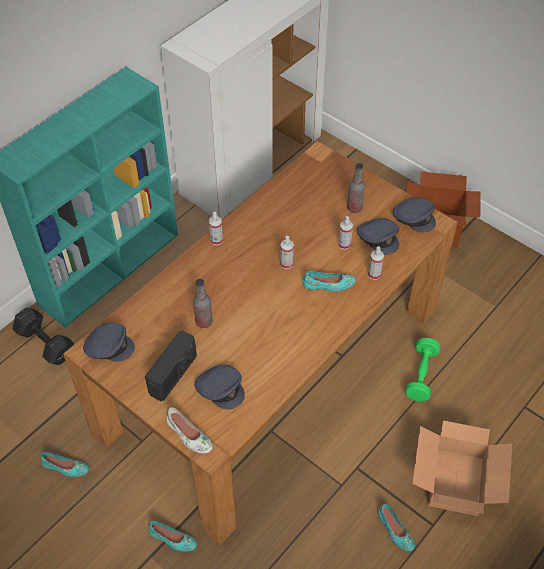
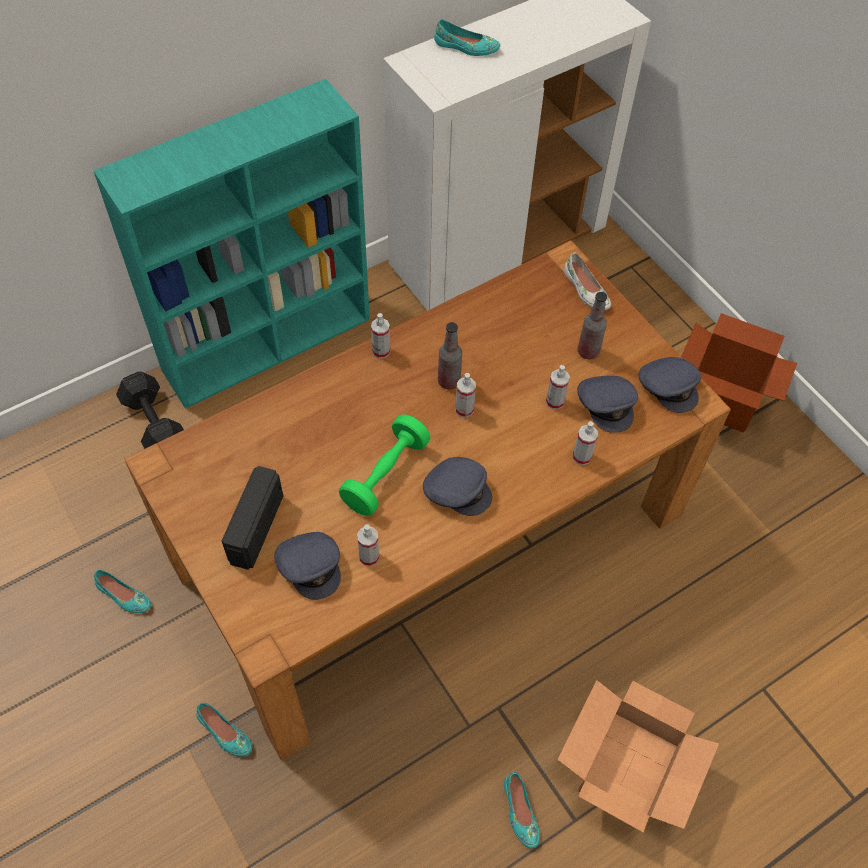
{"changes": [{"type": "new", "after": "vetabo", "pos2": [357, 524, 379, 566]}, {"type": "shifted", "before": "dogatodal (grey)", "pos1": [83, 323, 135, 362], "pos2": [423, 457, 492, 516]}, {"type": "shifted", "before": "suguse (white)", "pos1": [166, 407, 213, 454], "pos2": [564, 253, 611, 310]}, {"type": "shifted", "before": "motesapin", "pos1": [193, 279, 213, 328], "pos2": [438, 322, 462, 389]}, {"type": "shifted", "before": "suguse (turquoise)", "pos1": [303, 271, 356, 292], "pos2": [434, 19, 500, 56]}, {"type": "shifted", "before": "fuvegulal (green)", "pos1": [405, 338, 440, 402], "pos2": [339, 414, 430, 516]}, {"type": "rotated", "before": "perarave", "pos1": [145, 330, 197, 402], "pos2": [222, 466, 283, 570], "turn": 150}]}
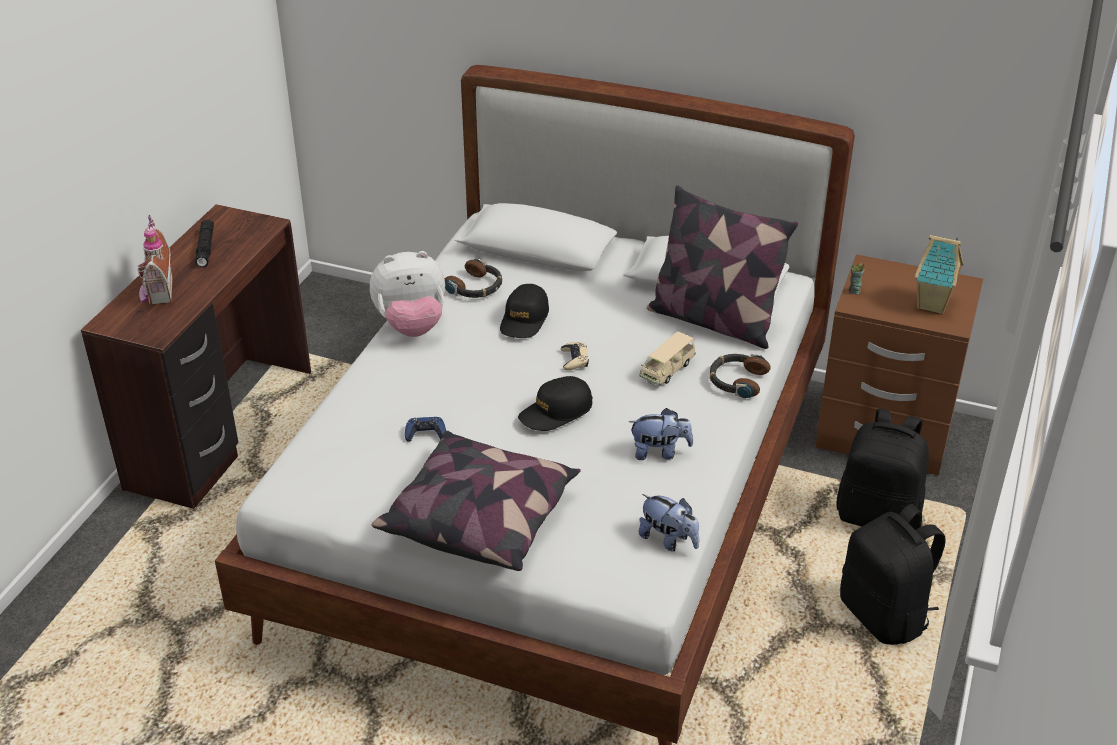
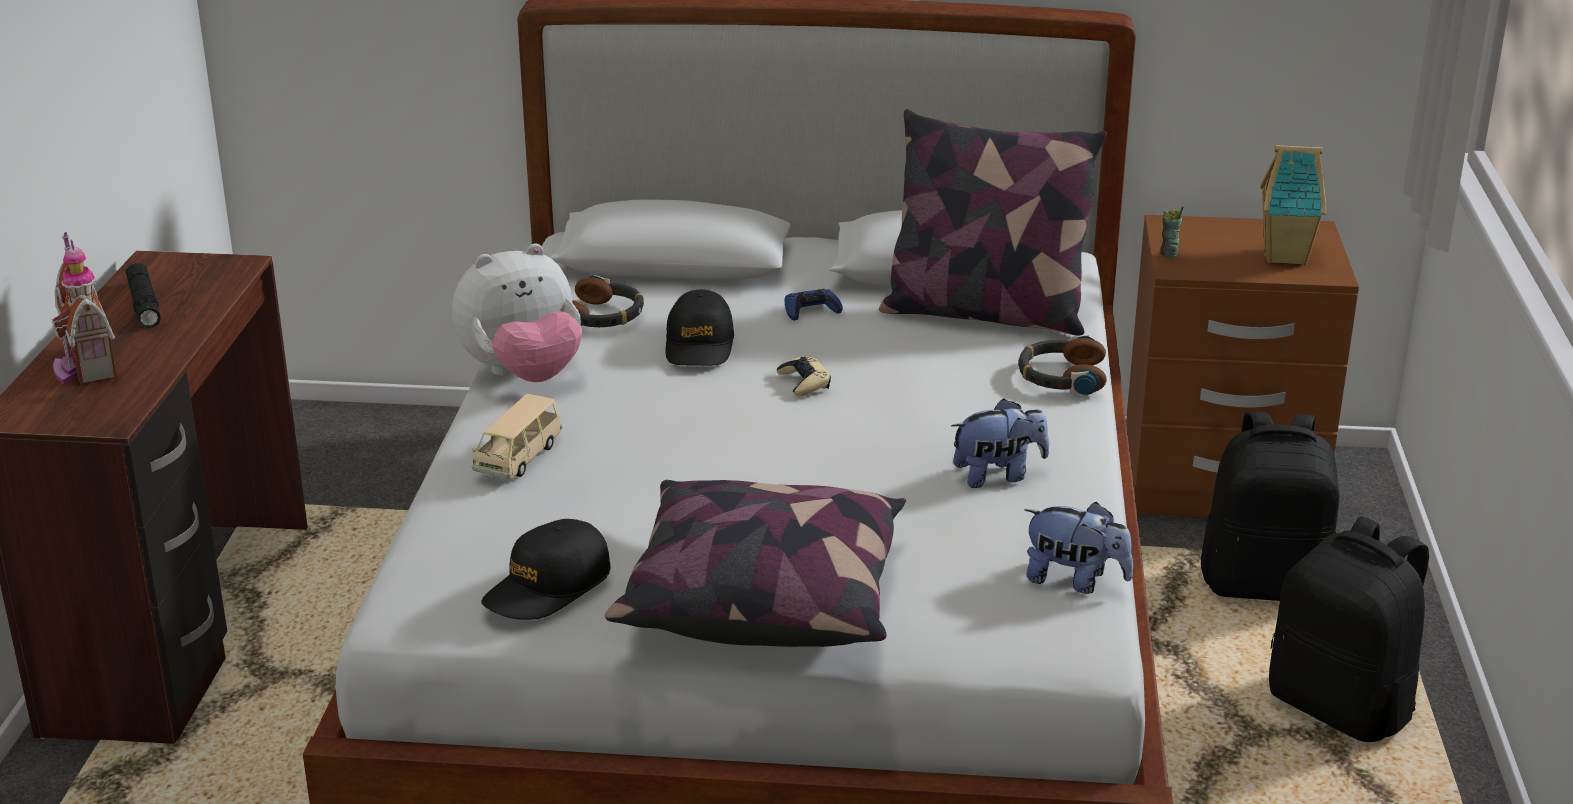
{"changes": [{"type": "shifted", "before": "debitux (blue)", "pos1": [405, 417, 446, 442], "pos2": [785, 289, 843, 320]}, {"type": "shifted", "before": "dogatodal (black)", "pos1": [518, 376, 593, 431], "pos2": [481, 519, 611, 620]}, {"type": "shifted", "before": "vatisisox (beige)", "pos1": [639, 331, 696, 386], "pos2": [472, 394, 562, 479]}]}
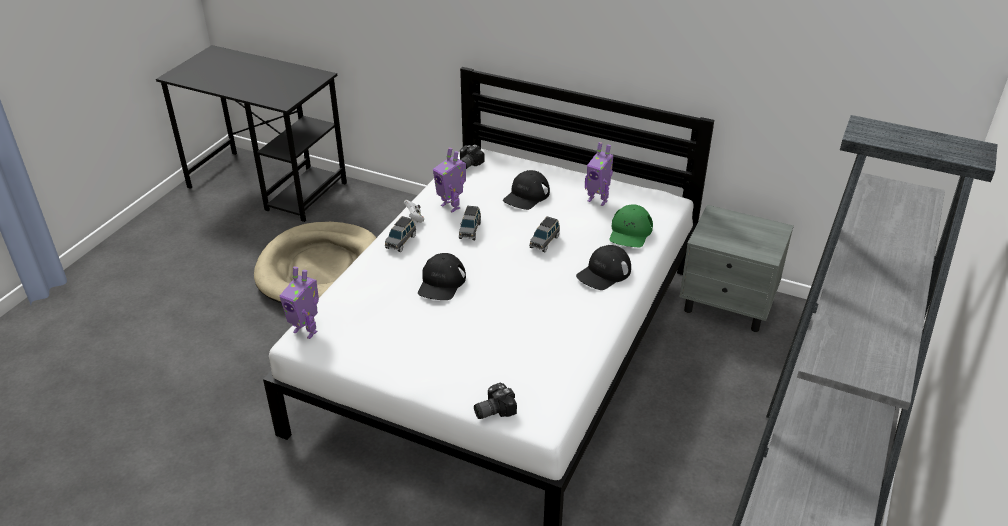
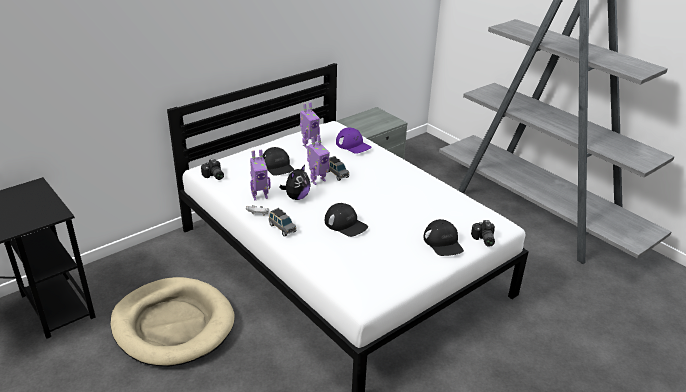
{"changes": [{"type": "shifted", "before": "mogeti", "pos1": [280, 266, 319, 339], "pos2": [307, 135, 330, 185]}, {"type": "shifted", "before": "dogatodal (black)", "pos1": [576, 245, 631, 290], "pos2": [423, 219, 464, 256]}, {"type": "swapped", "before": "vatisisox (grey)", "after": "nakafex", "pos1": [459, 205, 481, 240], "pos2": [279, 165, 311, 200]}, {"type": "repainted", "before": "dogatodal (green)", "after": "dogatodal (purple)", "pos1": [609, 204, 653, 247], "pos2": [336, 128, 371, 154]}]}
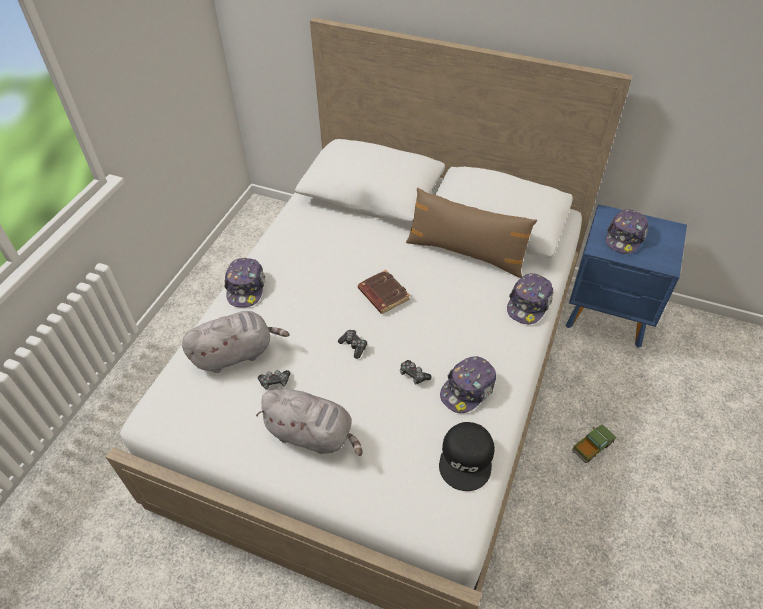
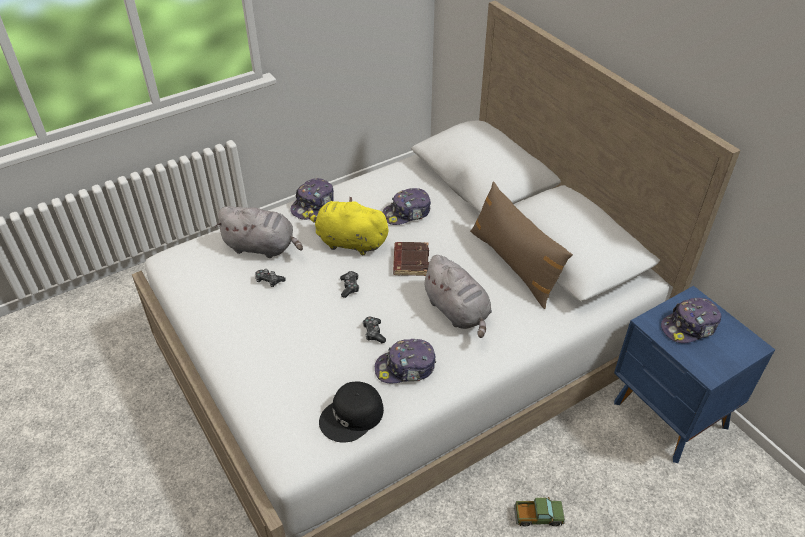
{"changes": [{"type": "new", "after": "nakafex (yellow)", "pos2": [307, 196, 390, 255]}, {"type": "shifted", "before": "nakafex (grey)", "pos1": [256, 389, 363, 456], "pos2": [421, 255, 492, 338]}, {"type": "shifted", "before": "dogatodal", "pos1": [507, 273, 553, 324], "pos2": [382, 188, 431, 225]}]}
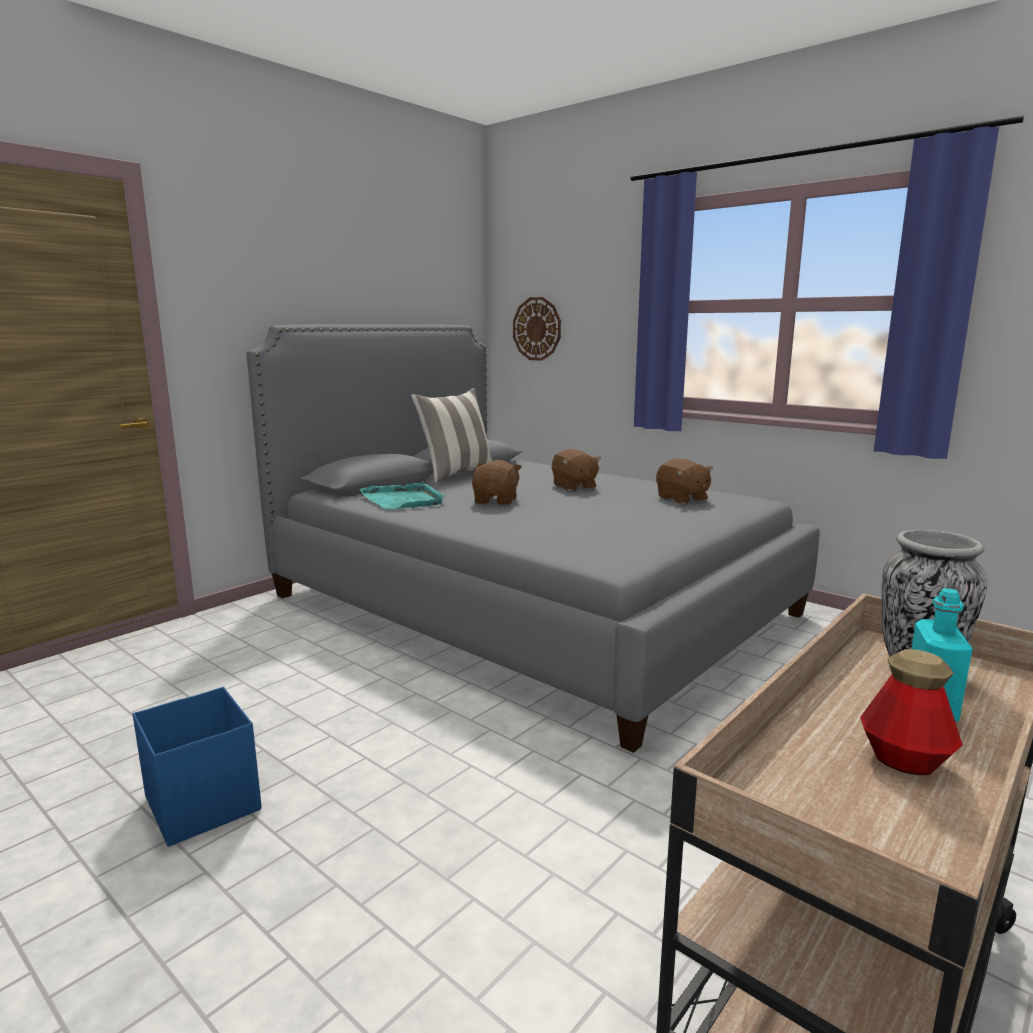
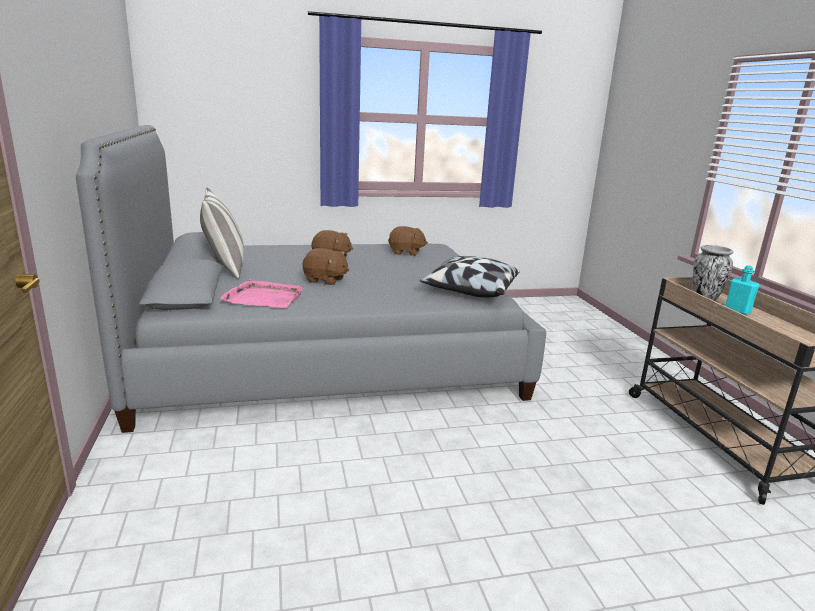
{"changes": [{"type": "gone", "before": "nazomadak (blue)", "pos1": [133, 687, 262, 847]}, {"type": "gone", "before": "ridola", "pos1": [513, 297, 561, 361]}, {"type": "gone", "before": "motesapin", "pos1": [860, 649, 963, 775]}, {"type": "new", "after": "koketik", "pos2": [420, 256, 520, 297]}, {"type": "repainted", "before": "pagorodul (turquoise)", "after": "pagorodul (pink)", "pos1": [359, 482, 445, 509], "pos2": [220, 279, 304, 308]}, {"type": "rotated", "before": "nakafex (brown)", "pos1": [472, 460, 522, 505], "pos2": [303, 248, 349, 285], "turn": 150}]}
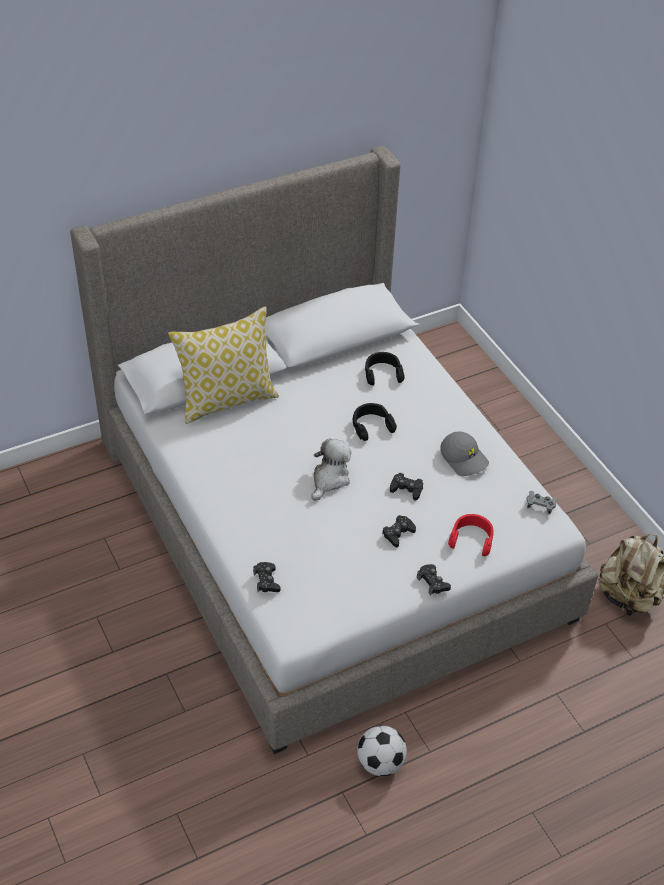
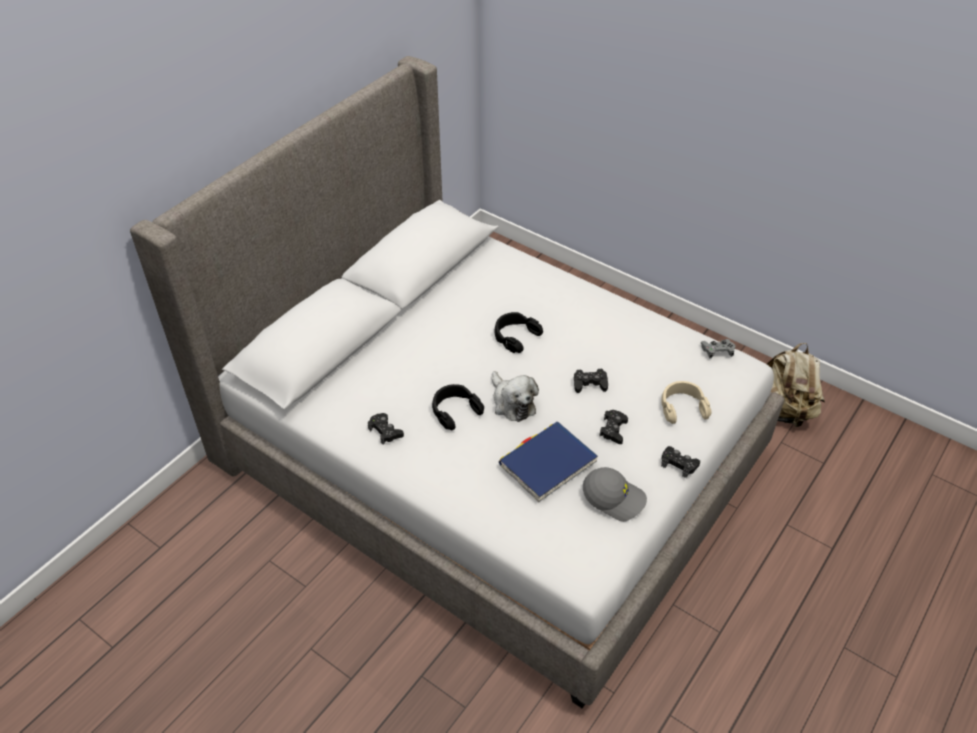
{"changes": [{"type": "gone", "before": "koketik", "pos1": [168, 306, 279, 424]}, {"type": "gone", "before": "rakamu", "pos1": [357, 726, 407, 776]}, {"type": "new", "after": "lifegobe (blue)", "pos2": [499, 422, 598, 502]}, {"type": "shifted", "before": "debitux (black)", "pos1": [253, 562, 280, 592], "pos2": [368, 413, 404, 445]}, {"type": "shifted", "before": "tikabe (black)", "pos1": [365, 352, 405, 386], "pos2": [432, 384, 484, 430]}, {"type": "shifted", "before": "dogatodal (grey)", "pos1": [440, 431, 489, 476], "pos2": [583, 467, 647, 522]}, {"type": "repainted", "before": "tikabe (red)", "after": "tikabe (beige)", "pos1": [448, 514, 494, 556], "pos2": [661, 381, 712, 424]}, {"type": "rotated", "before": "nakafex", "pos1": [311, 438, 351, 501], "pos2": [492, 371, 539, 422], "turn": 150}]}
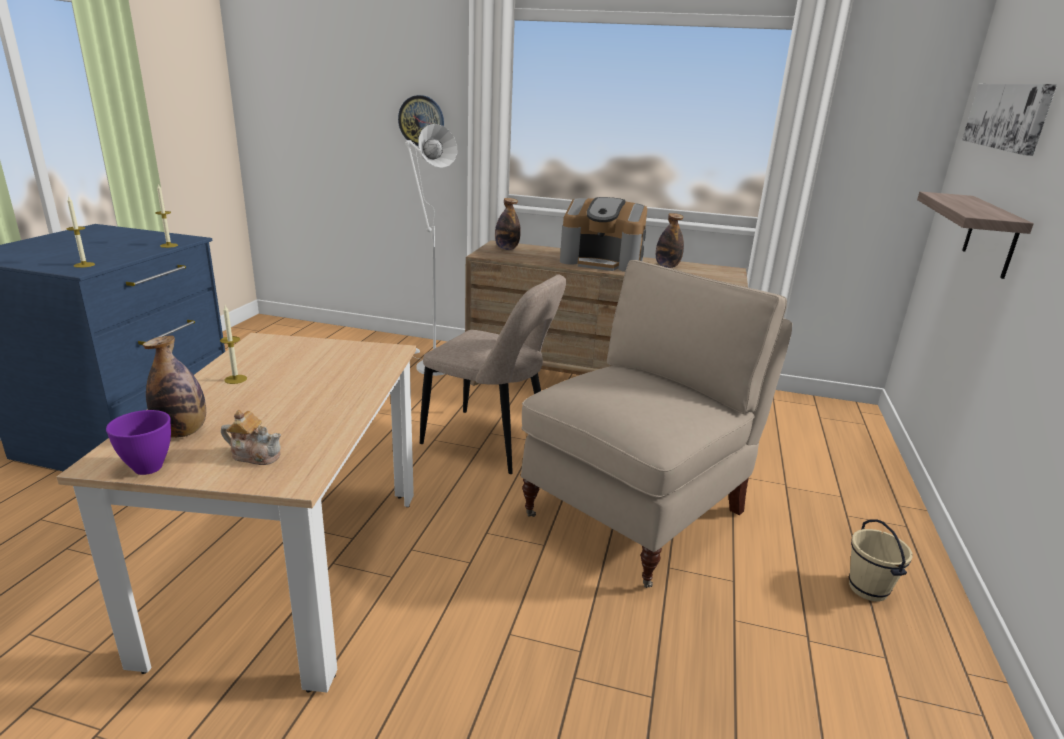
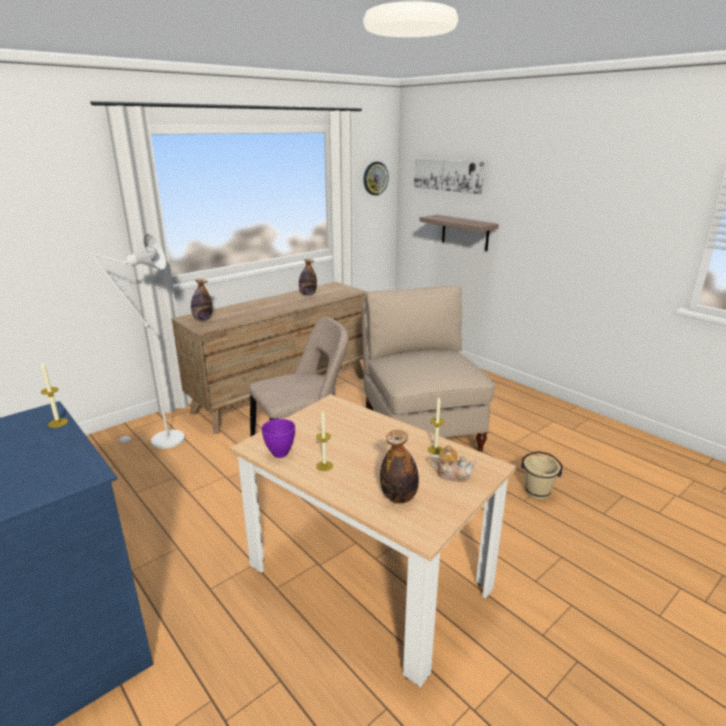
{"changes": [{"type": "gone", "before": "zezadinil", "pos1": [560, 197, 647, 272]}, {"type": "shifted", "before": "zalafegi", "pos1": [67, 197, 95, 268], "pos2": [428, 398, 445, 455]}, {"type": "shifted", "before": "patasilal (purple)", "pos1": [106, 410, 171, 475], "pos2": [261, 419, 295, 458]}, {"type": "shifted", "before": "ridola", "pos1": [398, 95, 444, 146], "pos2": [363, 162, 389, 195]}, {"type": "shifted", "before": "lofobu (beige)", "pos1": [849, 520, 913, 602], "pos2": [521, 451, 563, 500]}, {"type": "rotated", "before": "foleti", "pos1": [221, 410, 281, 465], "pos2": [431, 445, 476, 482], "turn": 60}]}
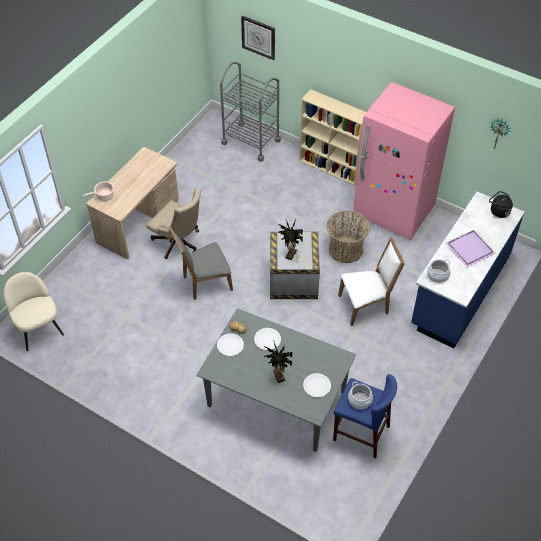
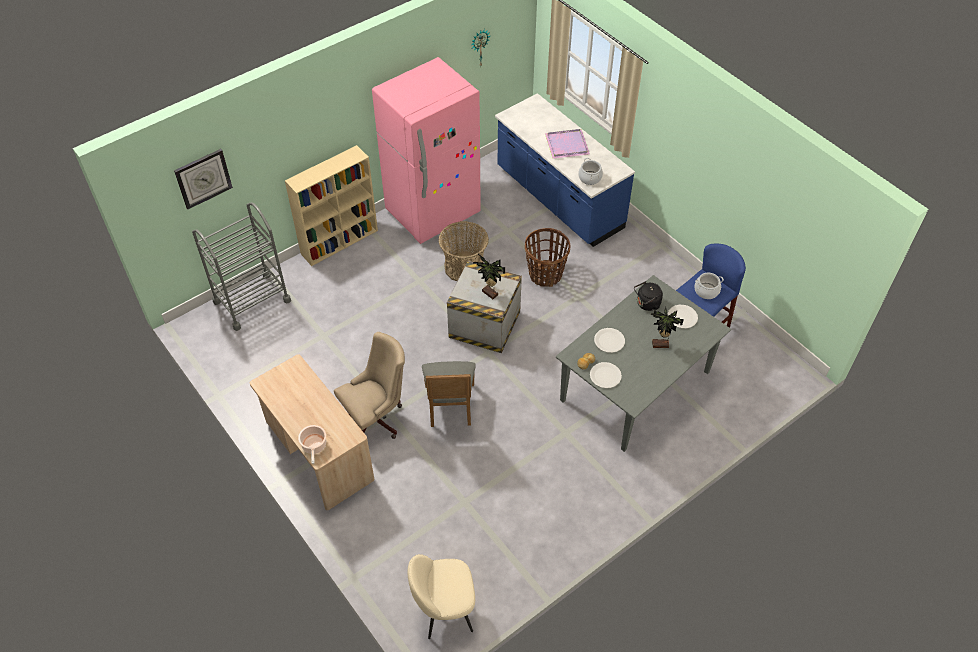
{"changes": [{"type": "shifted", "before": "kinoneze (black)", "pos1": [489, 191, 513, 218], "pos2": [634, 281, 663, 311]}, {"type": "swapped", "before": "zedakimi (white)", "after": "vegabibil", "pos1": [338, 237, 405, 326], "pos2": [525, 228, 571, 287]}]}
